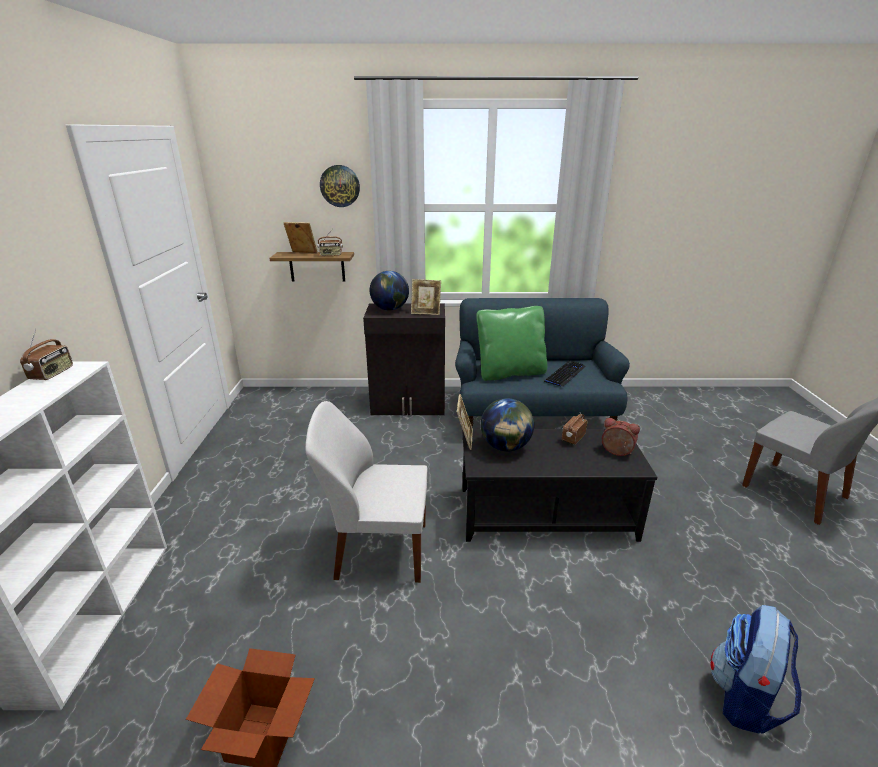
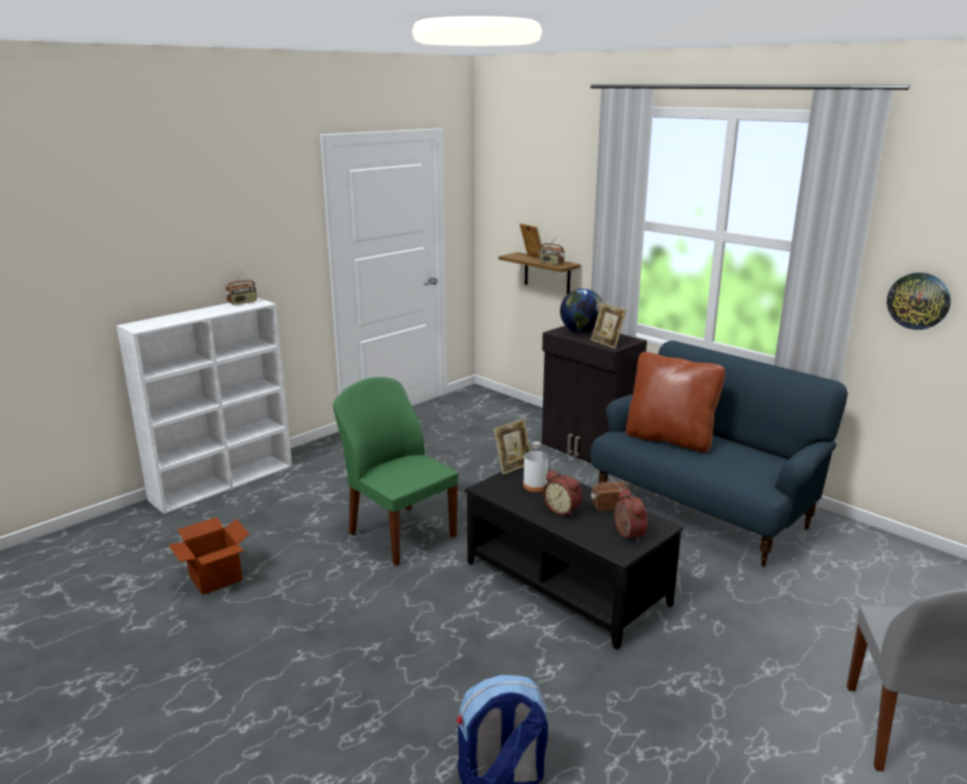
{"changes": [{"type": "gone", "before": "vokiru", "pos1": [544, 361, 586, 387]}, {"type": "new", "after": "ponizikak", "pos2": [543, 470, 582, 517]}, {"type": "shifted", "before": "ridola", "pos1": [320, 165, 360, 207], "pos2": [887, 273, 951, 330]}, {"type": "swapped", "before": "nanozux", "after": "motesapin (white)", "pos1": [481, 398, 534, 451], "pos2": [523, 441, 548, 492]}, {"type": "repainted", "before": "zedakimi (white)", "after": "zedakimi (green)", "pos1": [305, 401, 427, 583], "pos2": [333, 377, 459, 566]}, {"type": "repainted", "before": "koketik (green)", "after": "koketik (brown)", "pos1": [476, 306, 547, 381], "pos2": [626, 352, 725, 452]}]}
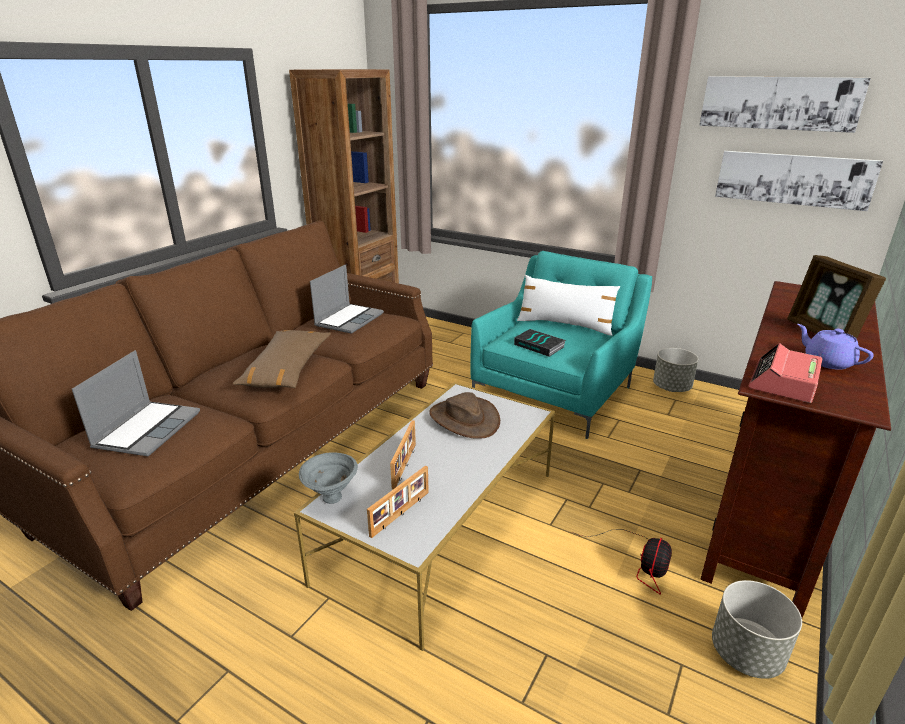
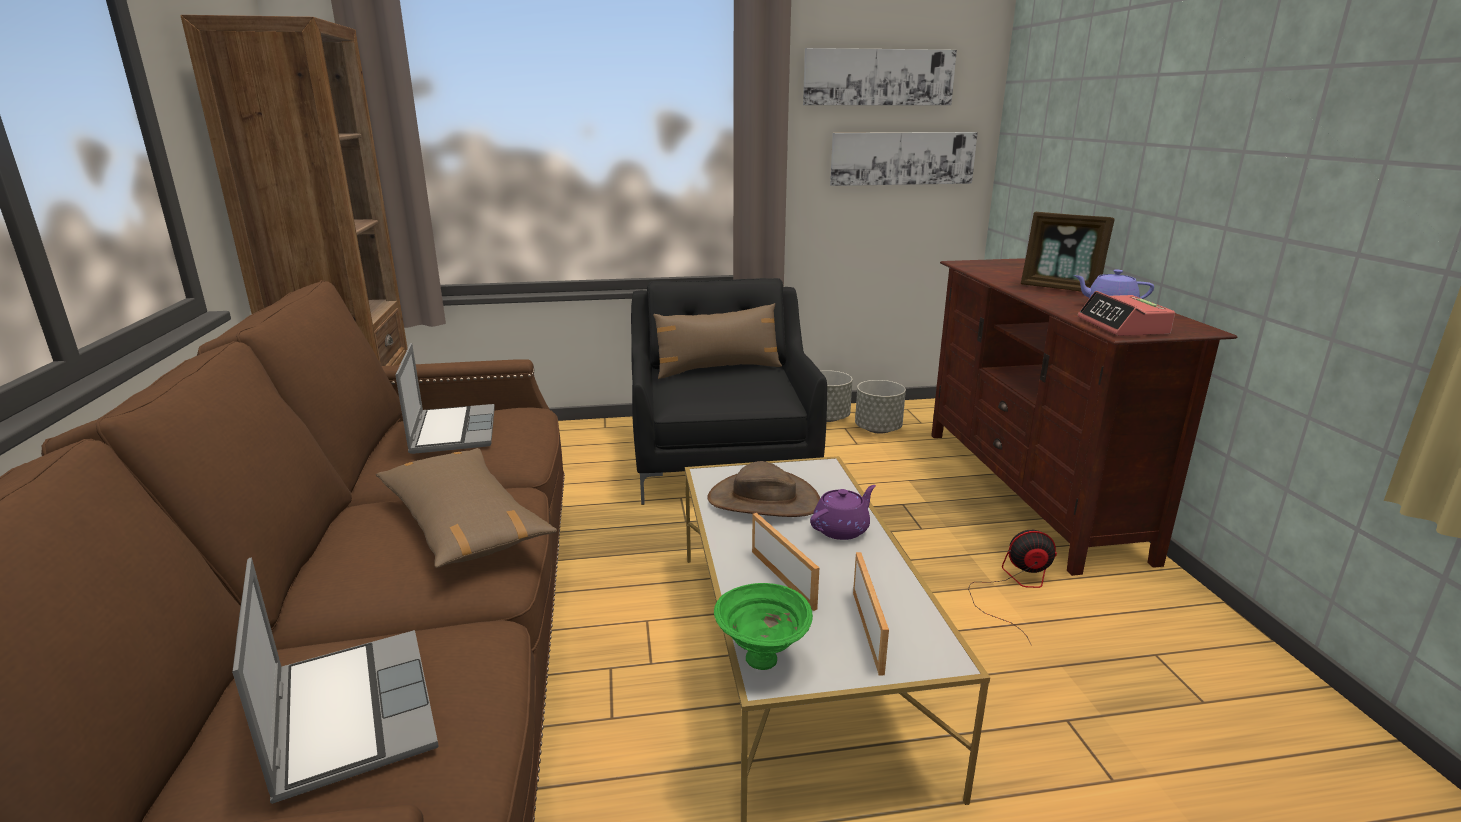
{"changes": [{"type": "gone", "before": "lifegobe", "pos1": [514, 329, 566, 357]}, {"type": "new", "after": "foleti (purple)", "pos2": [810, 485, 876, 540]}, {"type": "shifted", "before": "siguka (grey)", "pos1": [712, 580, 802, 679], "pos2": [855, 380, 906, 434]}, {"type": "repainted", "before": "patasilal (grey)", "after": "patasilal (green)", "pos1": [299, 452, 358, 504], "pos2": [714, 583, 813, 670]}, {"type": "repainted", "before": "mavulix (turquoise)", "after": "mavulix (black)", "pos1": [470, 251, 652, 439], "pos2": [631, 278, 827, 505]}, {"type": "repainted", "before": "koketik (white)", "after": "koketik (brown)", "pos1": [517, 275, 620, 336], "pos2": [653, 303, 782, 379]}, {"type": "rotated", "before": "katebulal", "pos1": [572, 529, 672, 595], "pos2": [968, 530, 1057, 644], "turn": -75}]}
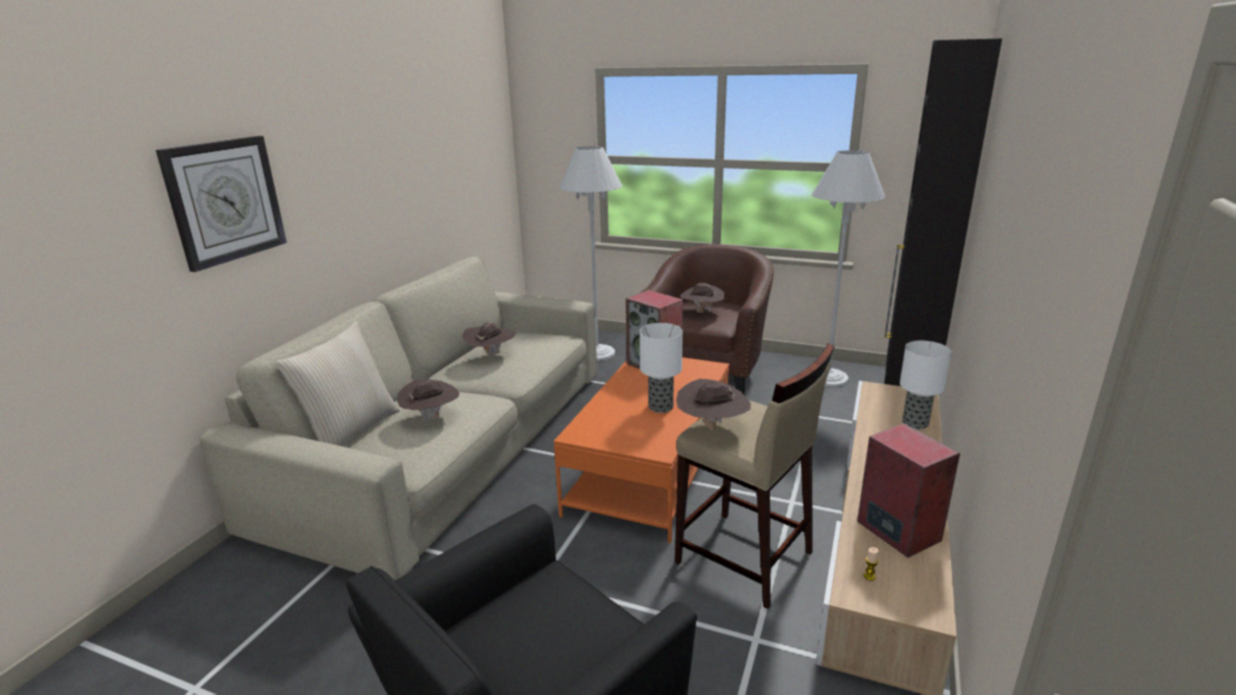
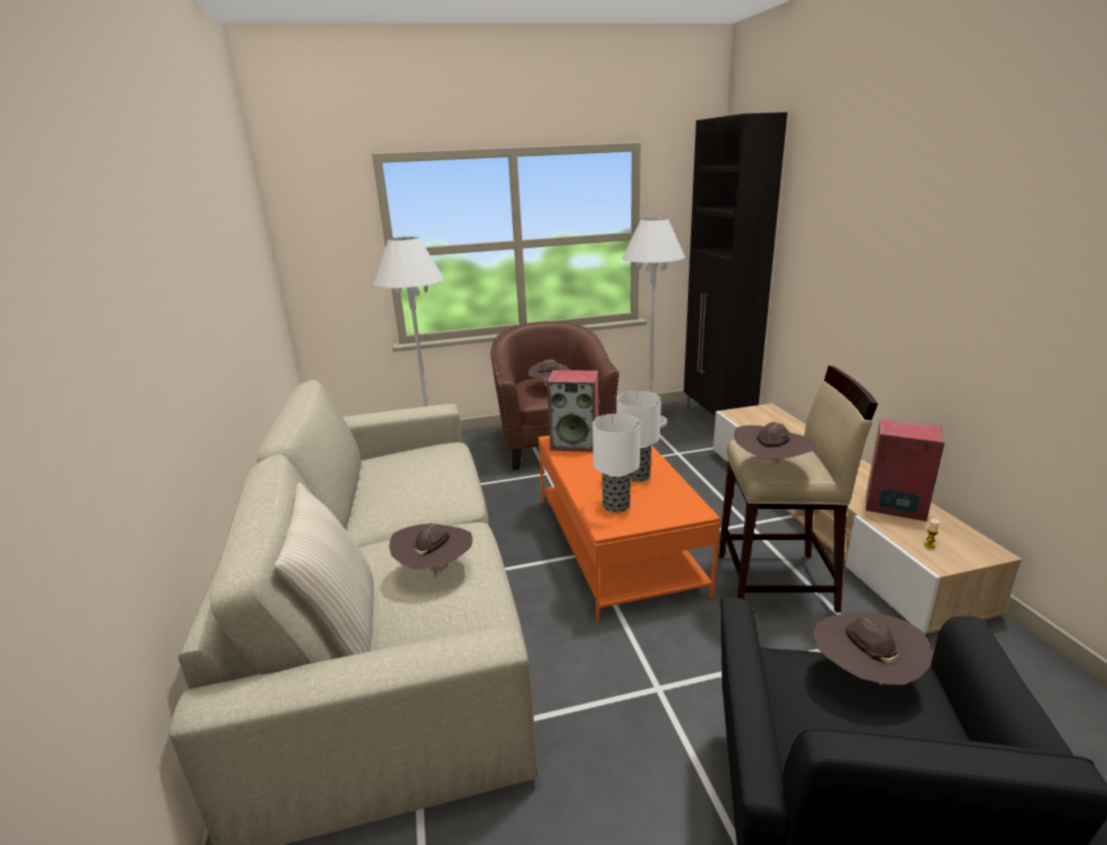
{"changes": [{"type": "gone", "before": "ridola", "pos1": [156, 136, 287, 272]}, {"type": "shifted", "before": "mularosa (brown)", "pos1": [462, 322, 516, 359], "pos2": [813, 612, 931, 686]}, {"type": "shifted", "before": "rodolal", "pos1": [900, 341, 952, 429], "pos2": [592, 414, 640, 513]}]}
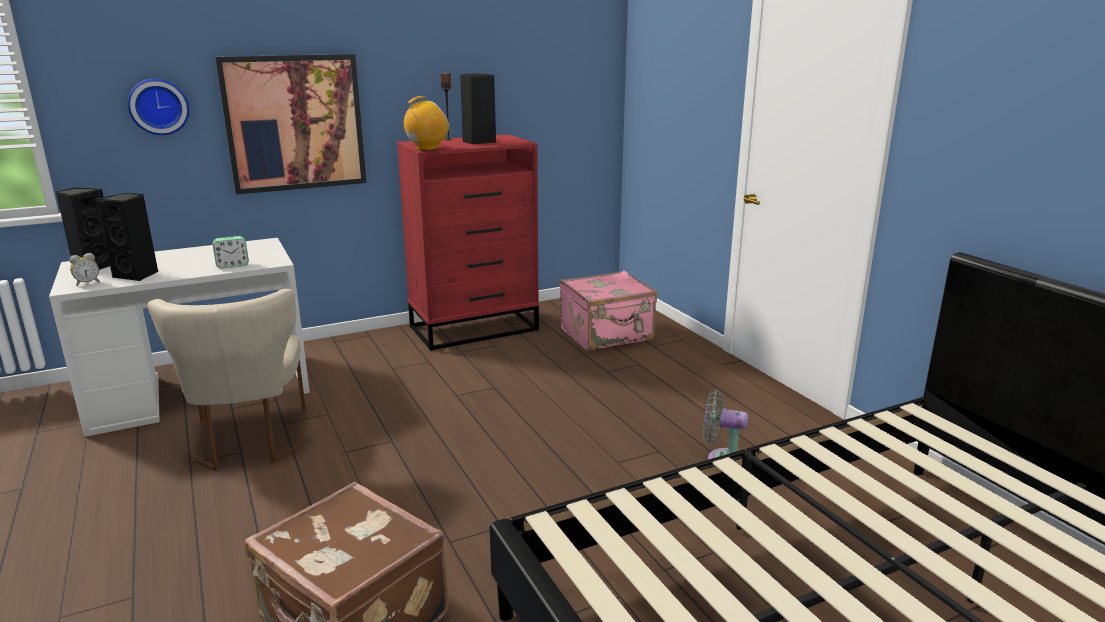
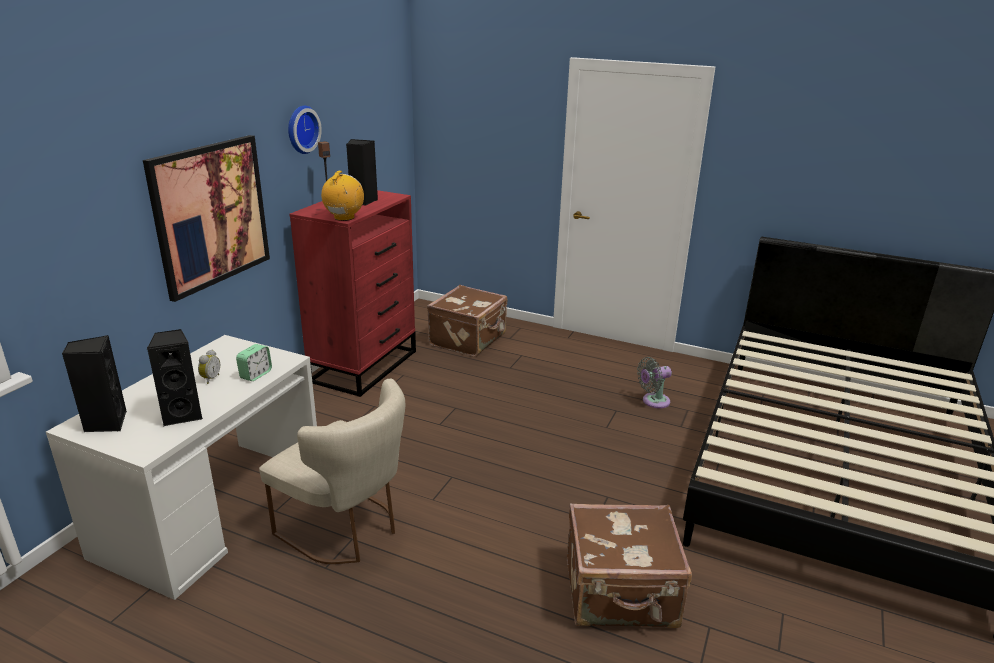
{"changes": [{"type": "shifted", "before": "ponizikak", "pos1": [69, 253, 100, 286], "pos2": [198, 350, 220, 384]}, {"type": "shifted", "before": "ridola", "pos1": [127, 78, 190, 135], "pos2": [288, 106, 322, 154]}, {"type": "repainted", "before": "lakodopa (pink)", "after": "lakodopa (brown)", "pos1": [560, 271, 657, 351], "pos2": [427, 285, 507, 357]}]}
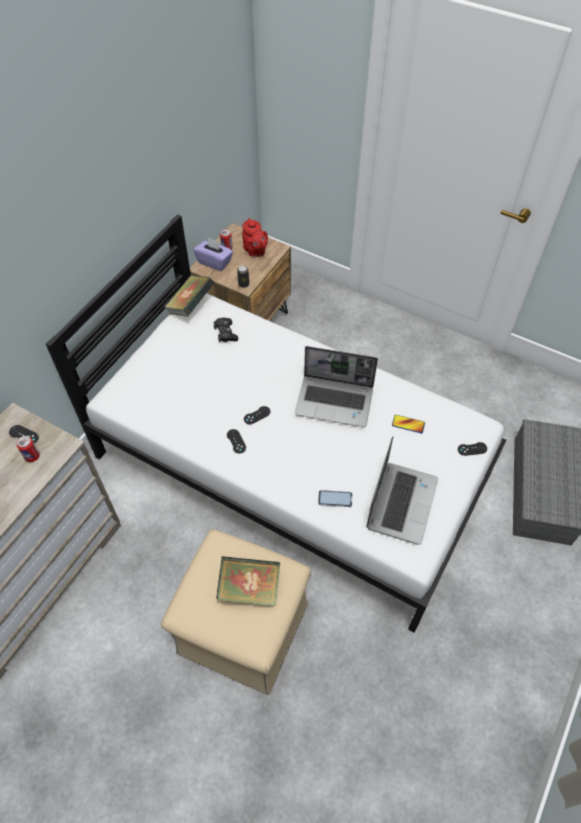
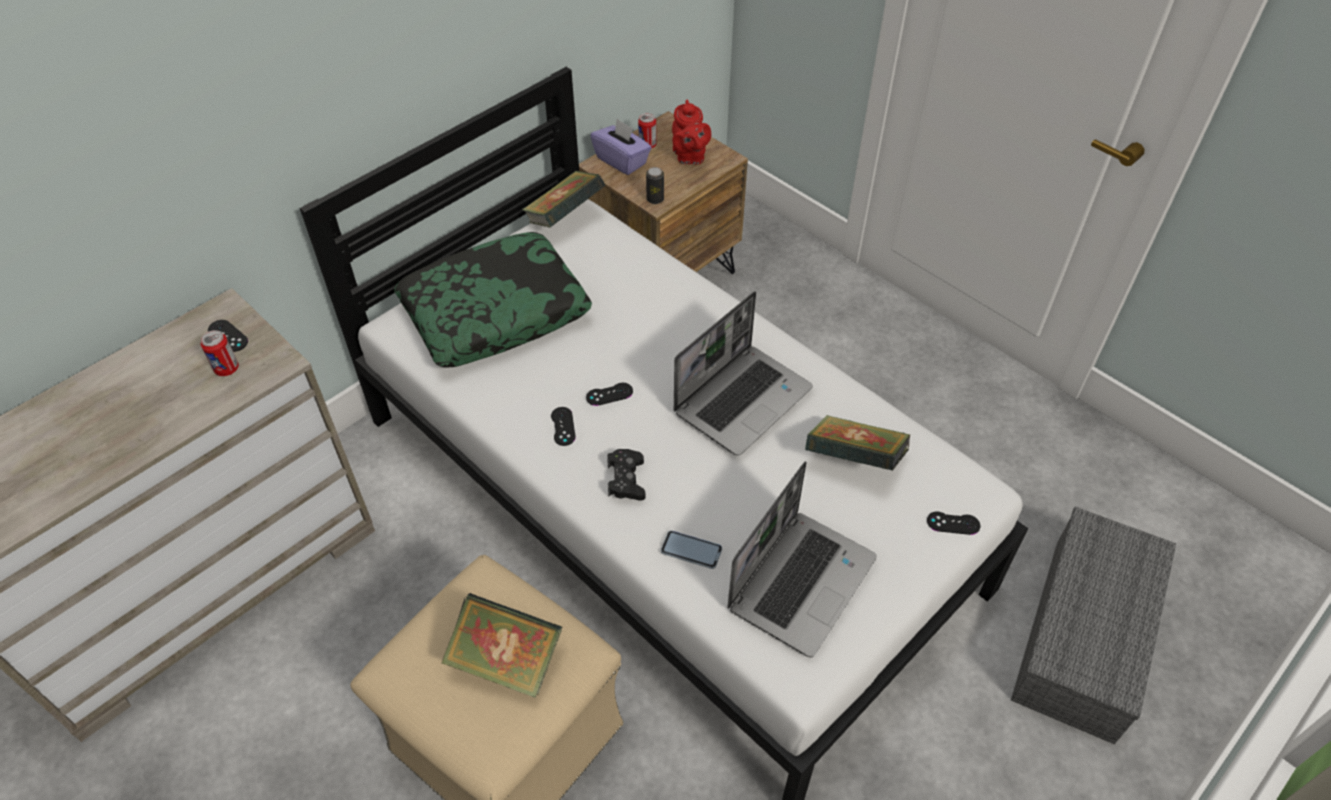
{"changes": [{"type": "new", "after": "koketik", "pos2": [394, 232, 592, 368]}, {"type": "shifted", "before": "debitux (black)", "pos1": [213, 317, 238, 343], "pos2": [607, 449, 646, 501]}, {"type": "swapped", "before": "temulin", "after": "lifegobe", "pos1": [392, 415, 425, 433], "pos2": [805, 415, 911, 471]}, {"type": "rotated", "before": "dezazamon", "pos1": [295, 346, 378, 427], "pos2": [674, 291, 813, 456], "turn": -75}]}
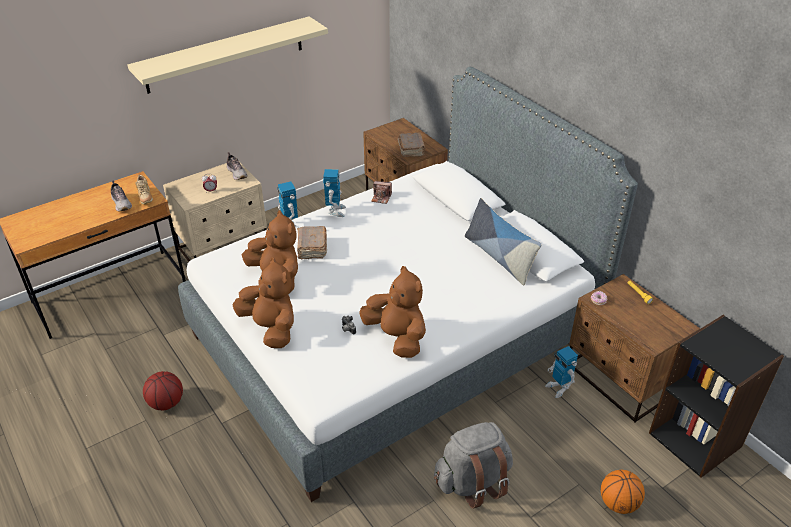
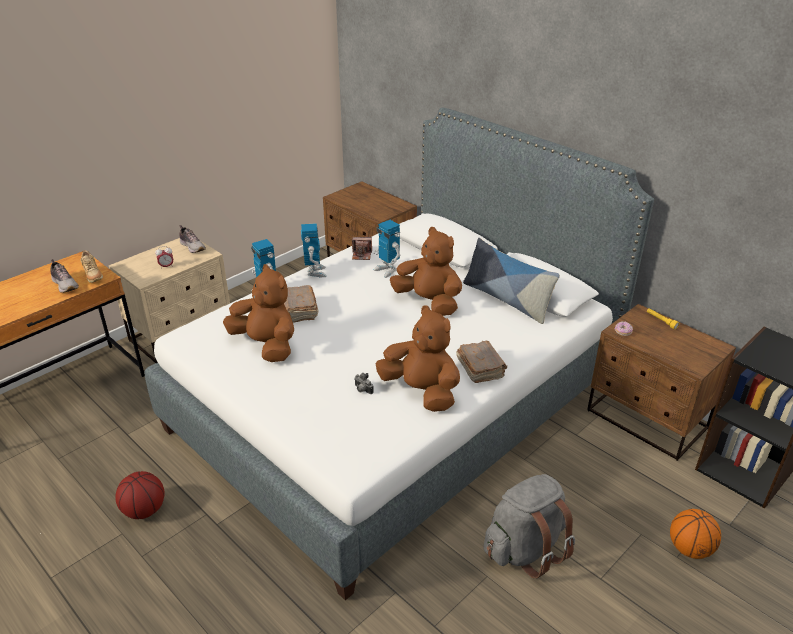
{"changes": [{"type": "gone", "before": "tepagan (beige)", "pos1": [128, 16, 328, 94]}, {"type": "shifted", "before": "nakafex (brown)", "pos1": [232, 258, 294, 348], "pos2": [390, 227, 462, 316]}, {"type": "shifted", "before": "lifegobe (brown)", "pos1": [398, 132, 426, 157], "pos2": [456, 340, 507, 383]}, {"type": "shifted", "before": "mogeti", "pos1": [545, 346, 578, 398], "pos2": [373, 220, 401, 278]}]}
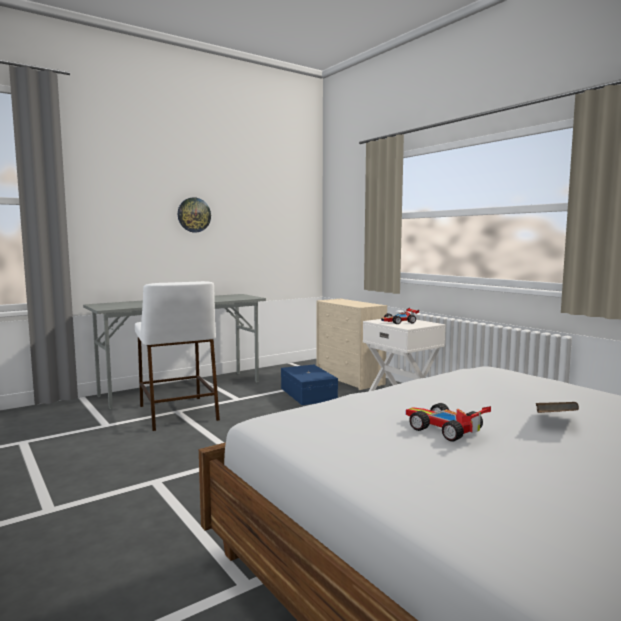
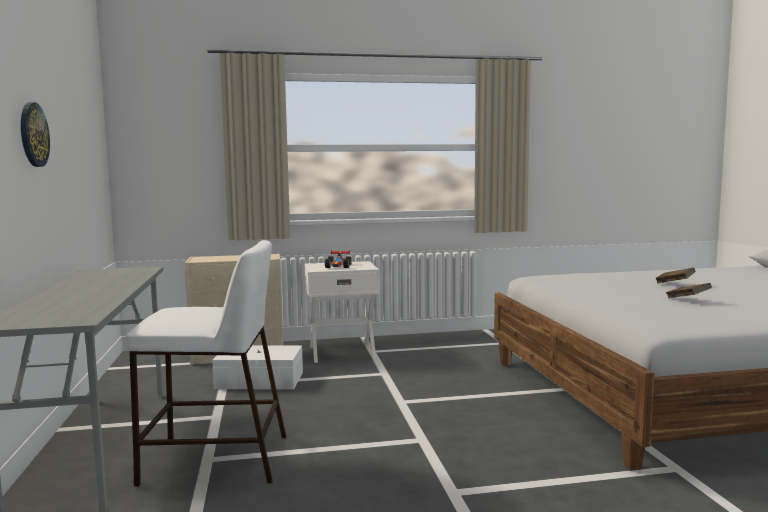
{"changes": [{"type": "swapped", "before": "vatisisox", "after": "lifegobe (brown)", "pos1": [406, 403, 491, 442], "pos2": [666, 283, 712, 298]}, {"type": "repainted", "before": "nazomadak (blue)", "after": "nazomadak (white)", "pos1": [281, 365, 338, 405], "pos2": [212, 346, 303, 390]}]}
